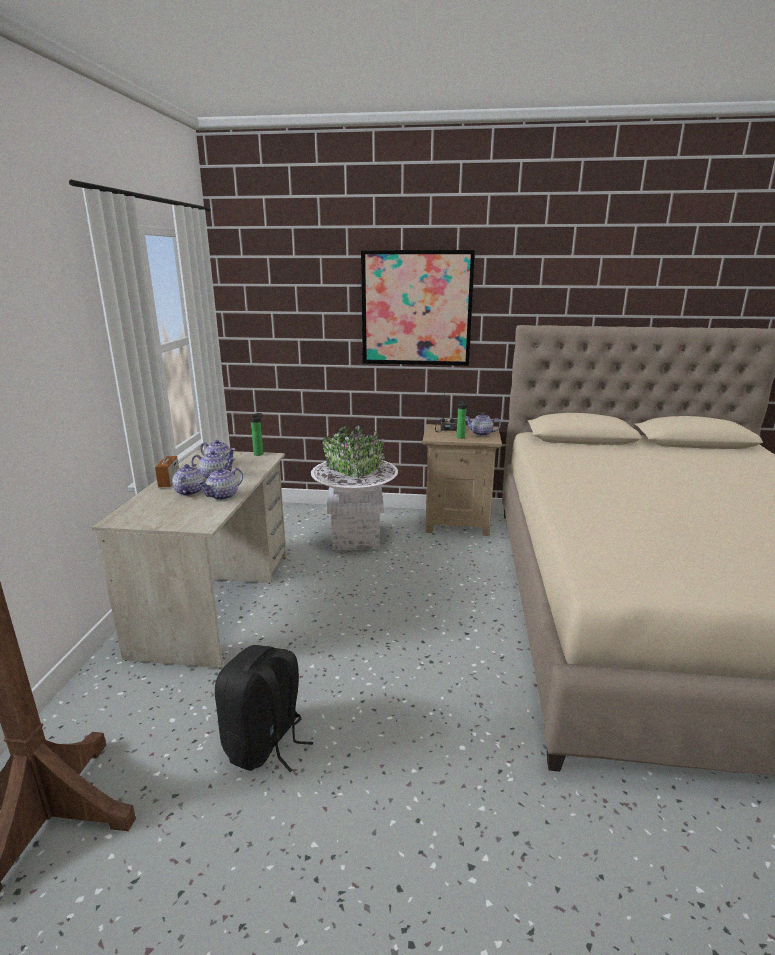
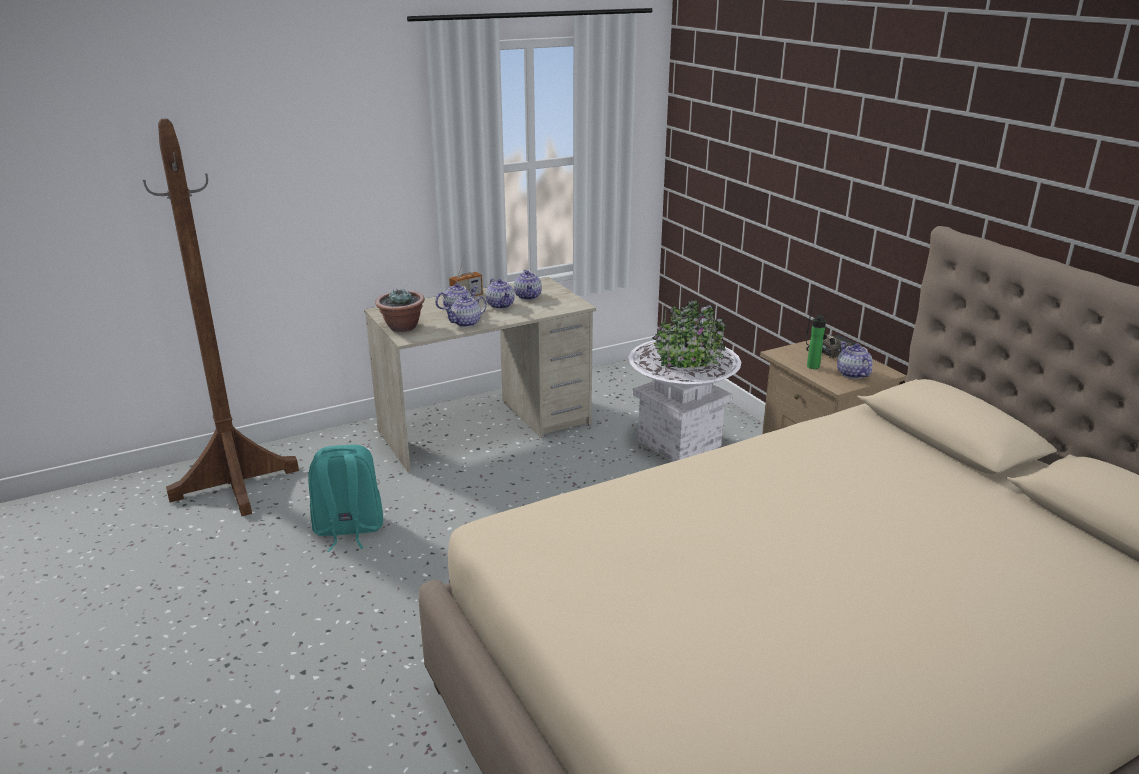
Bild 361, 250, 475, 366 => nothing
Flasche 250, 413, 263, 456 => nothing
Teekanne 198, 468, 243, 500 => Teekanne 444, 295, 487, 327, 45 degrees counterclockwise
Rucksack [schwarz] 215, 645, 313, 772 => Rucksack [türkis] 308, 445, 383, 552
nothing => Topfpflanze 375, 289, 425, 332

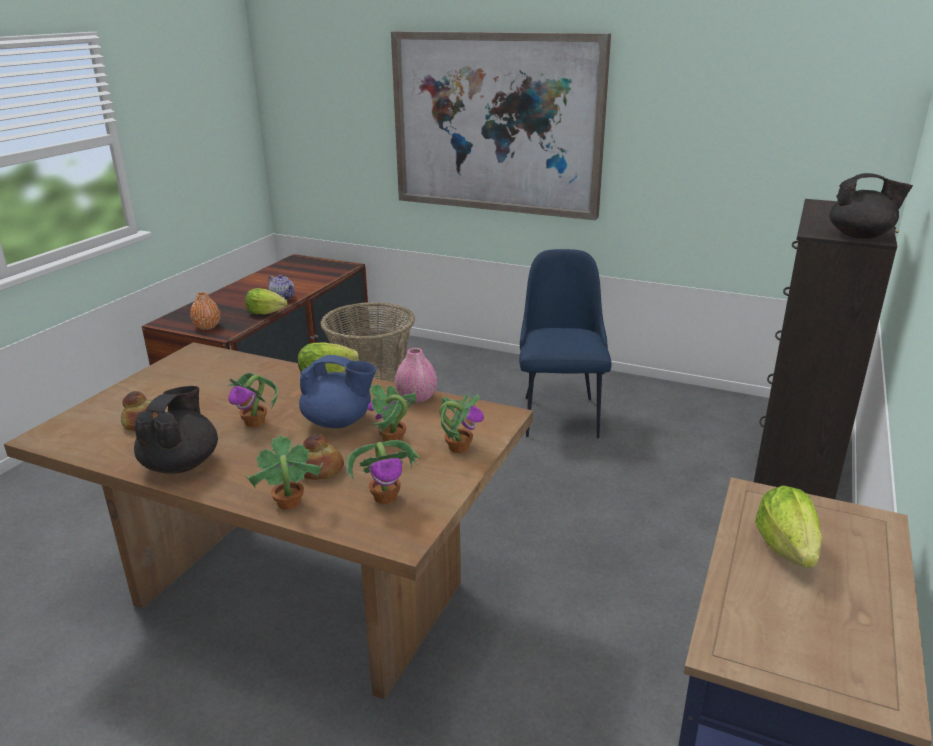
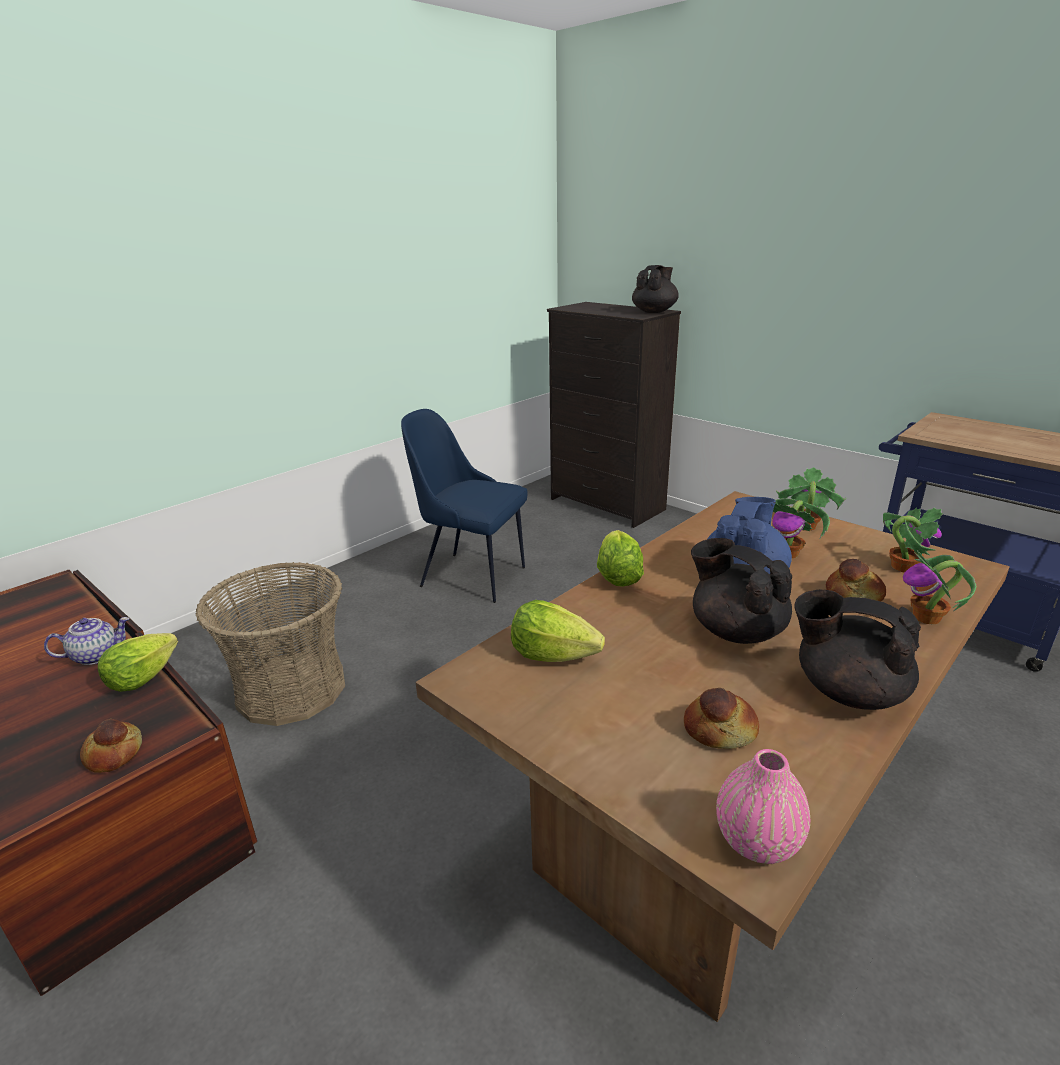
Bild 391, 31, 611, 220 => nothing
Vase [orange] 190, 292, 220, 330 => Brot 80, 719, 142, 773
Vase [rosa] 395, 348, 437, 403 => Vase [rosa] 716, 749, 810, 864, shifted
Topfpflanze 227, 372, 278, 427 => Teekanne [schwarz] 691, 538, 792, 644
Salatkopf 755, 485, 822, 568 => Salatkopf 511, 600, 605, 662, shifted

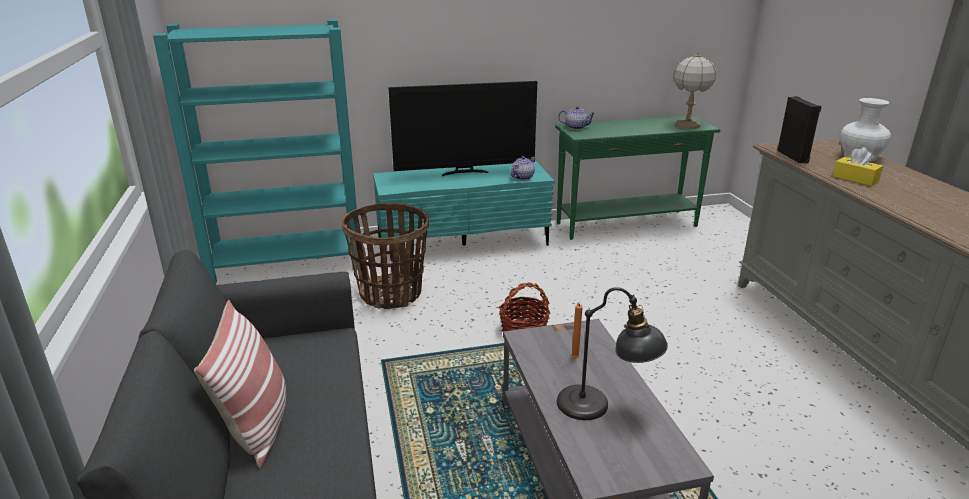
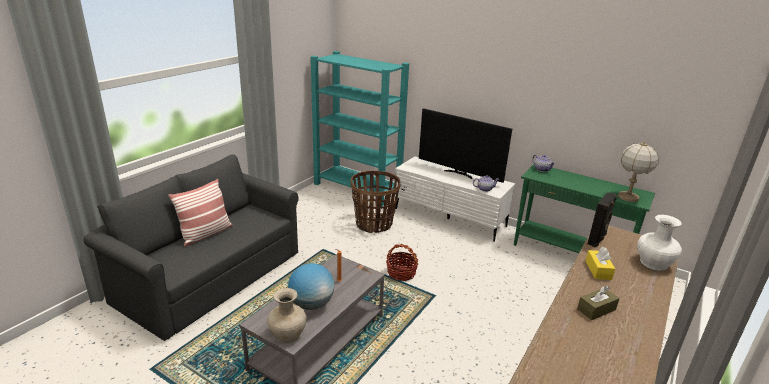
Fernsehschrank [türkis] 373, 161, 554, 250 => Fernsehschrank [weiß] 395, 157, 515, 242
Tischlampe [grau] 557, 287, 668, 420 => Globus 288, 263, 334, 310
nothing => Taschentuchbox [braun] 577, 286, 620, 320
nothing => Vase [beige] 267, 288, 307, 343

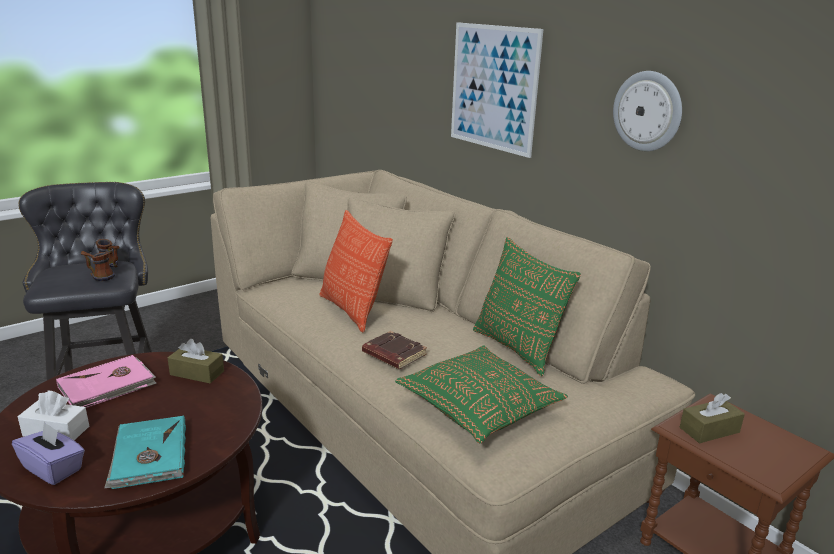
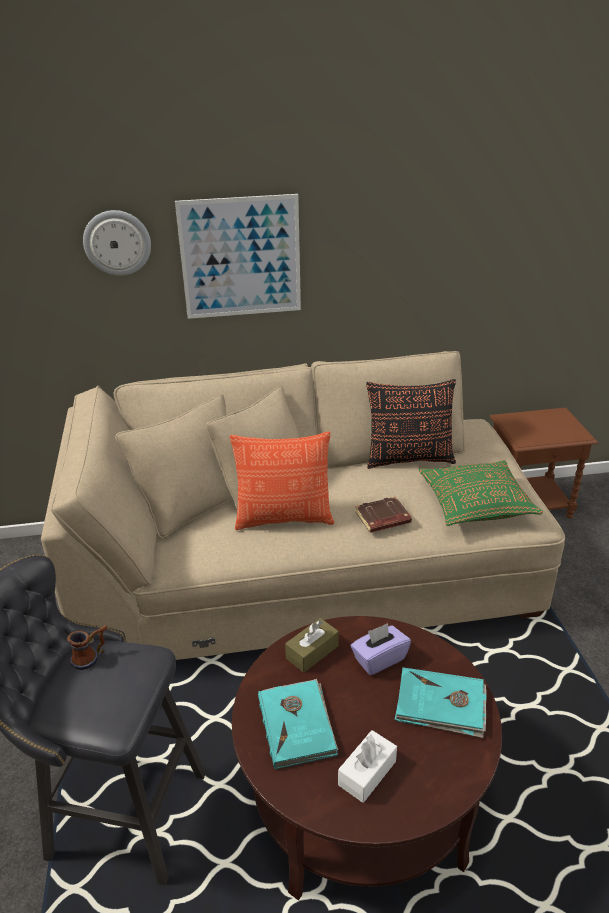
Wanduhr 613, 71, 682, 151 => Wanduhr 83, 210, 151, 276, shifted
Kissen [grün] 473, 237, 581, 376 => Kissen [schwarz] 366, 379, 456, 469
Henkelbecher 81, 251, 115, 281 => nothing
Buch [rosa] 56, 355, 157, 408 => Buch [türkis] 258, 679, 338, 769
Taschentuchbox [braun] 680, 393, 745, 443 => nothing
Taschentuchbox [lila] 12, 421, 85, 485 => Taschentuchbox [lila] 351, 623, 411, 675, shifted

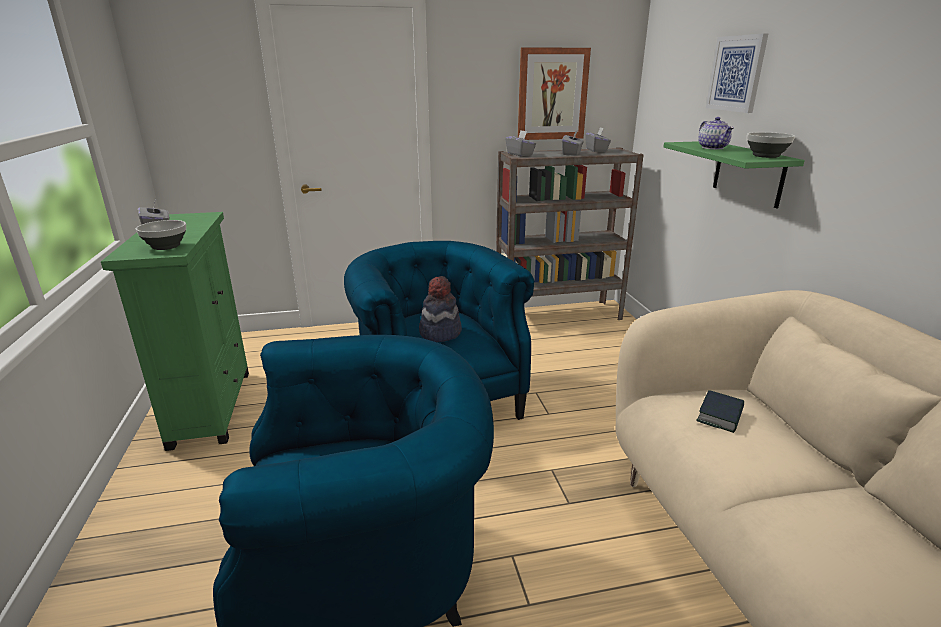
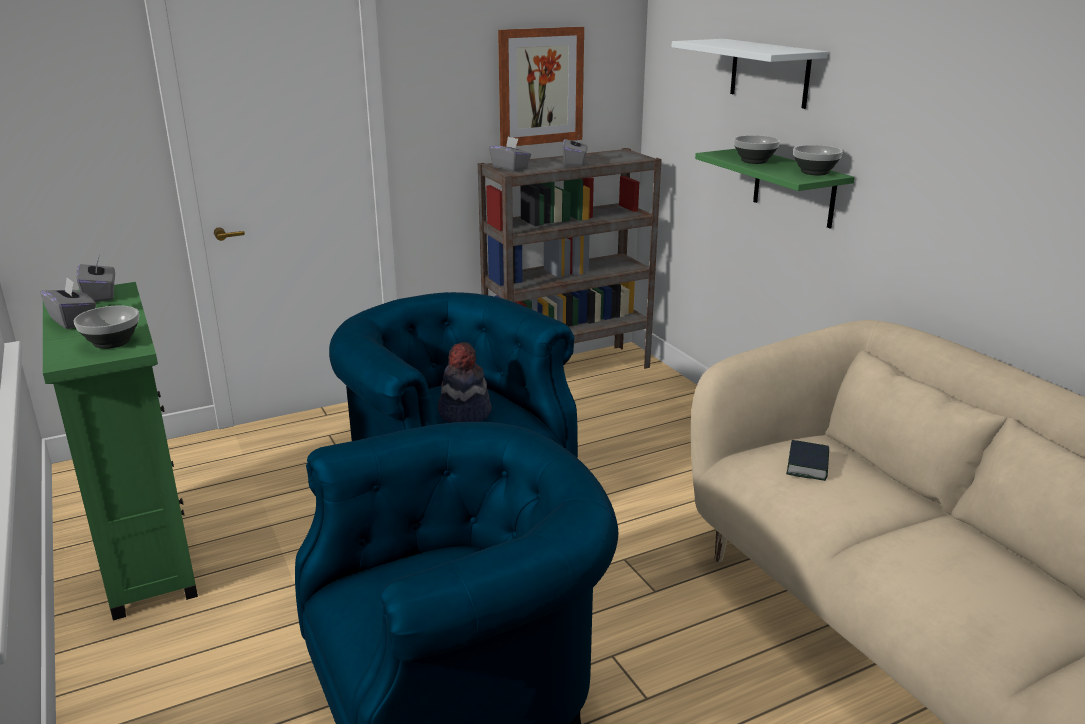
Bild 706, 33, 768, 113 => Wandregal [weiß] 672, 39, 828, 109
Teekanne 698, 117, 734, 149 => Schüssel 734, 135, 780, 164
Taschentuchbox [grau] 585, 127, 611, 152 => Taschentuchbox [grau] 76, 255, 115, 302, shifted

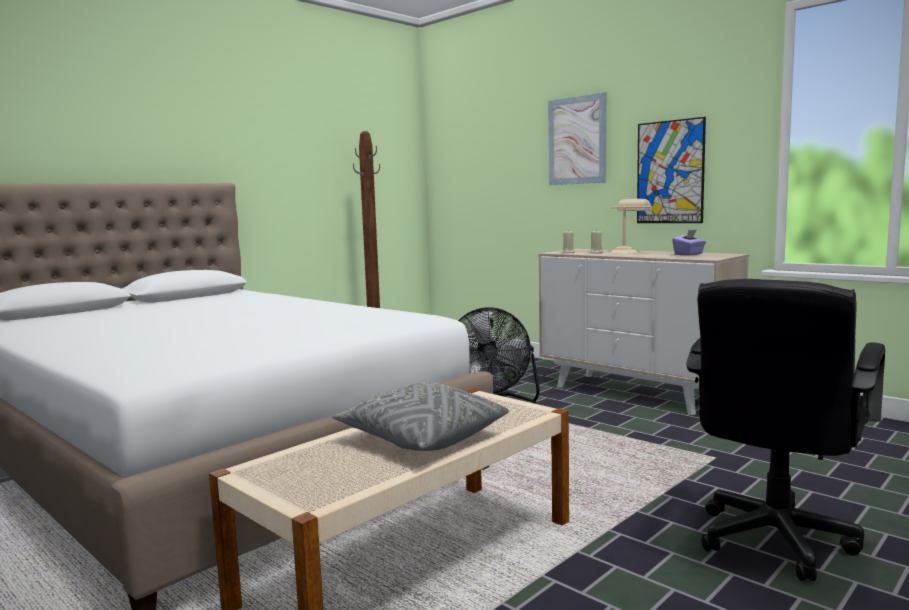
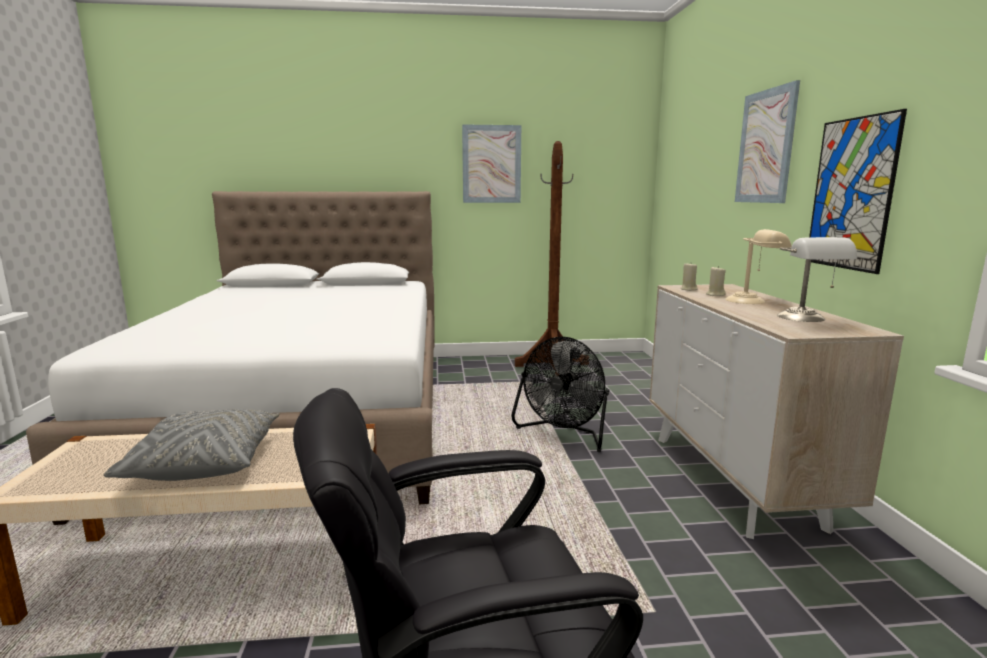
Taschentuchbox [lila] 672, 229, 706, 256 => Tischlampe [weiß] 777, 237, 857, 322
nothing => Bild 462, 124, 521, 203

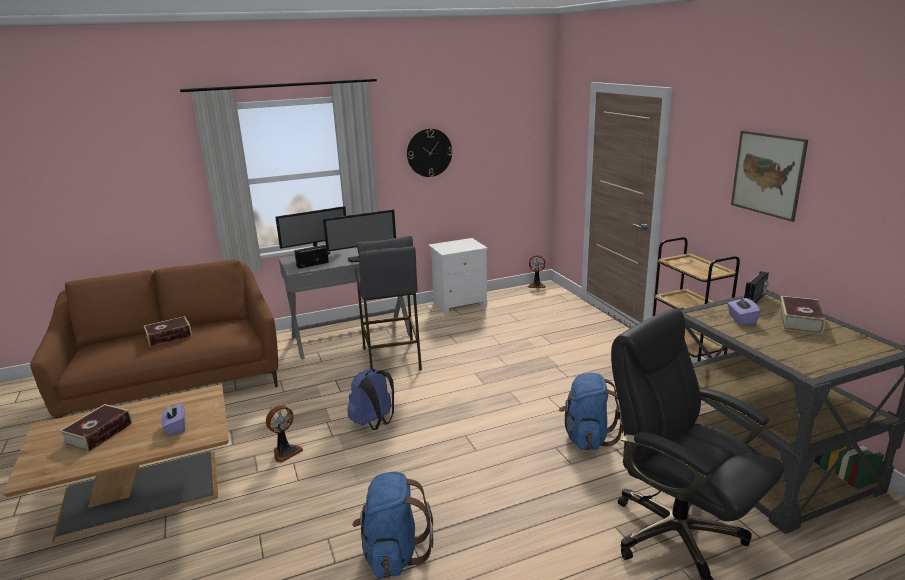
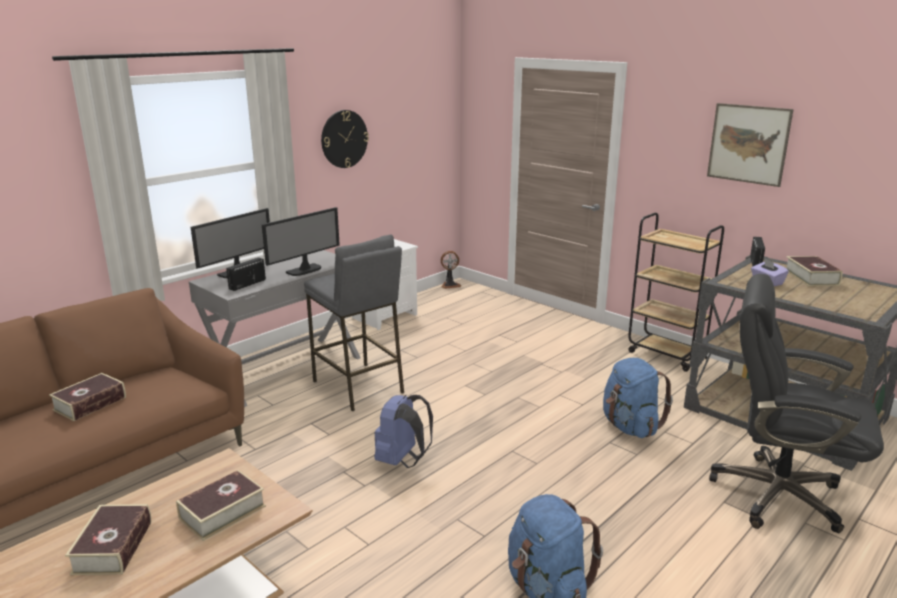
Taschentuchbox [lila] 162, 403, 185, 435 => Buch 176, 470, 266, 541
Ventilator 266, 405, 303, 463 => nothing

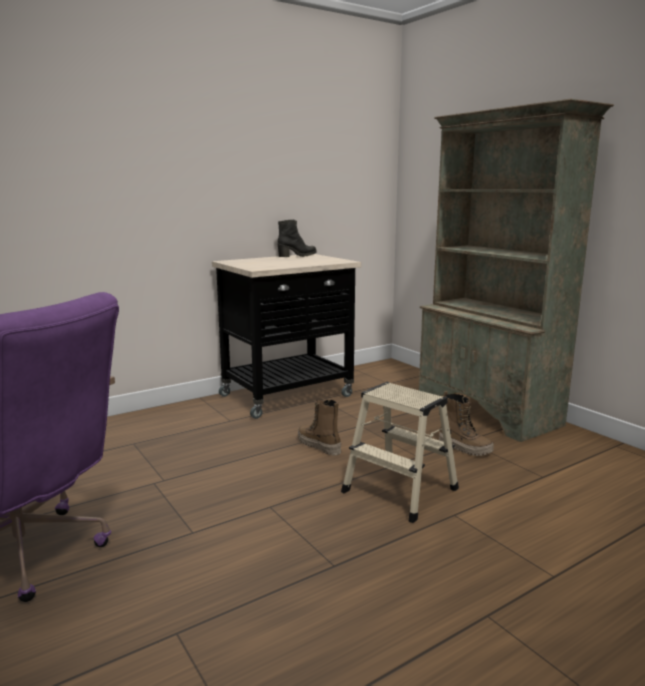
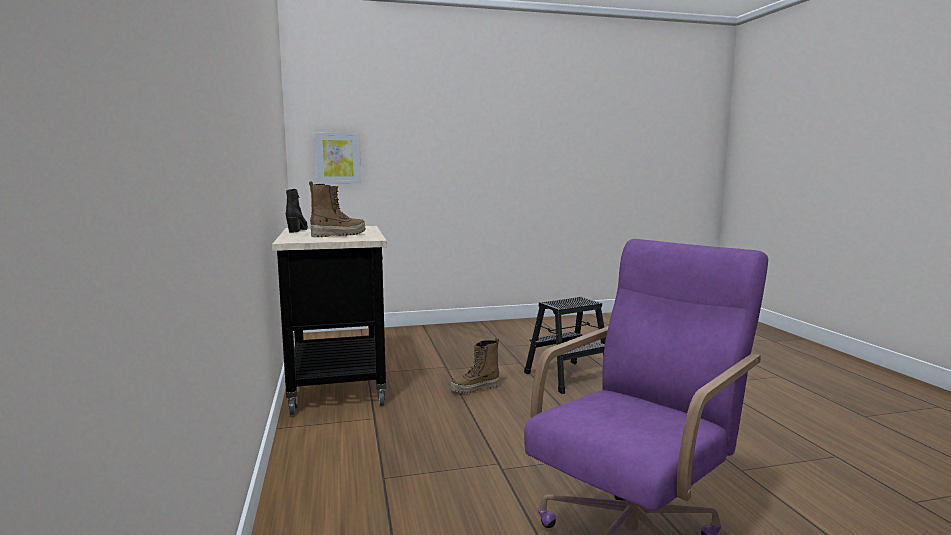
Bücherregal [grün] 419, 99, 614, 442 => nothing
Trittleiter [beige] 341, 382, 459, 523 => Trittleiter [schwarz] 524, 297, 606, 394
Stiefel 439, 391, 493, 456 => Stiefel 309, 181, 366, 237, shifted
nothing => Bild 315, 133, 361, 184

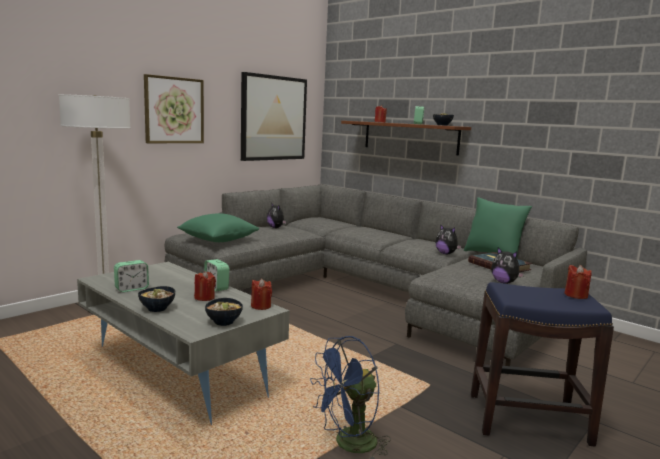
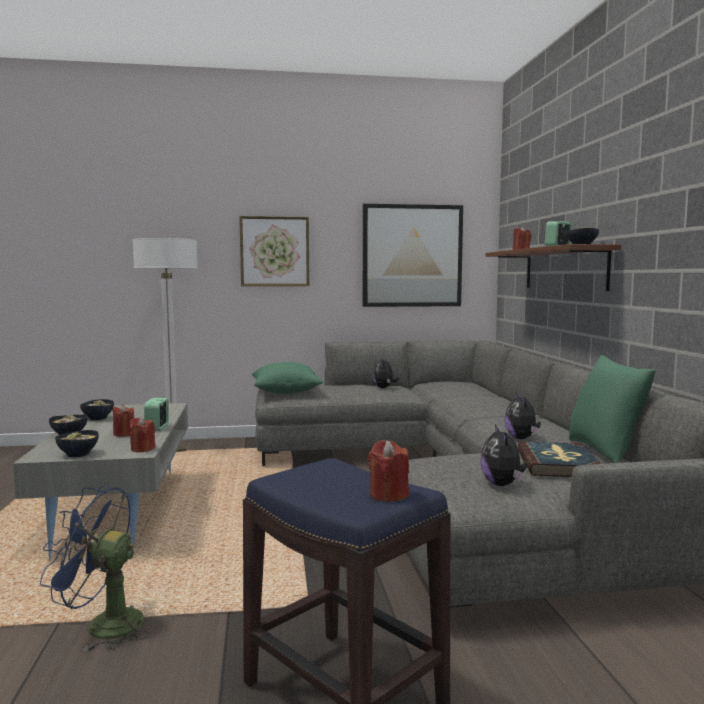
Wecker 114, 260, 149, 292 => Schüssel 80, 399, 114, 420

